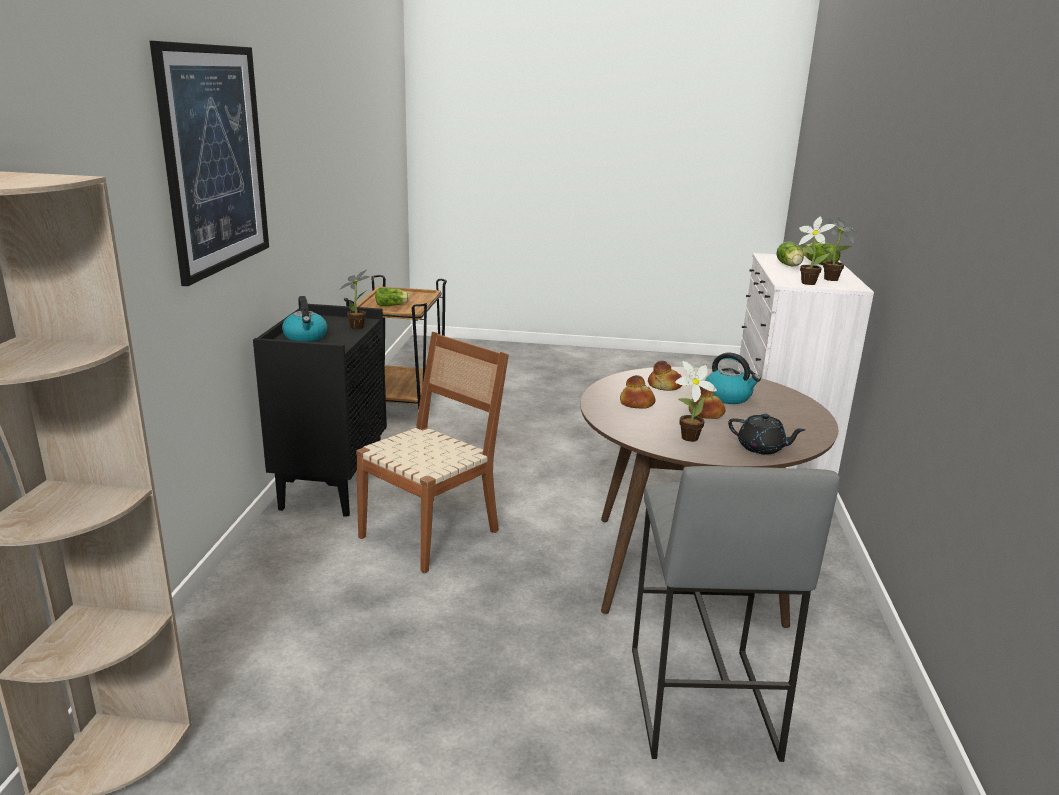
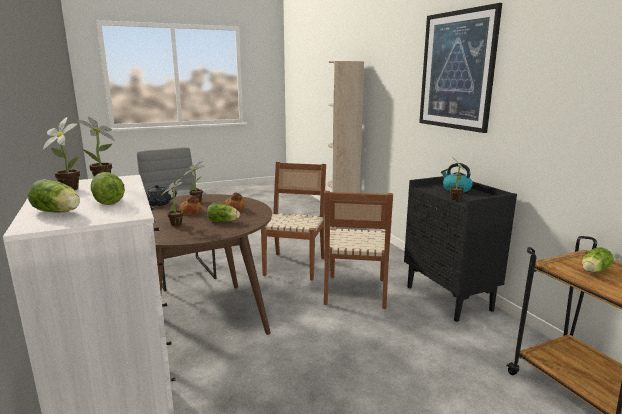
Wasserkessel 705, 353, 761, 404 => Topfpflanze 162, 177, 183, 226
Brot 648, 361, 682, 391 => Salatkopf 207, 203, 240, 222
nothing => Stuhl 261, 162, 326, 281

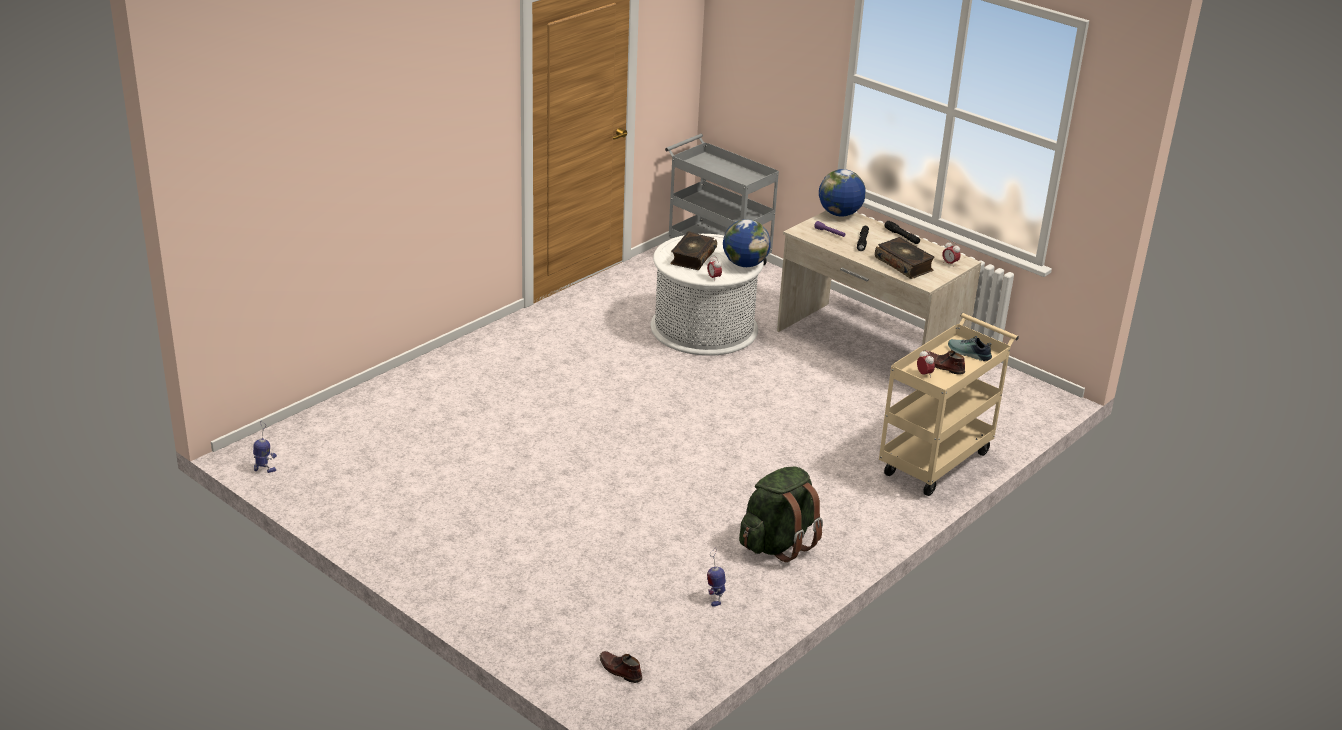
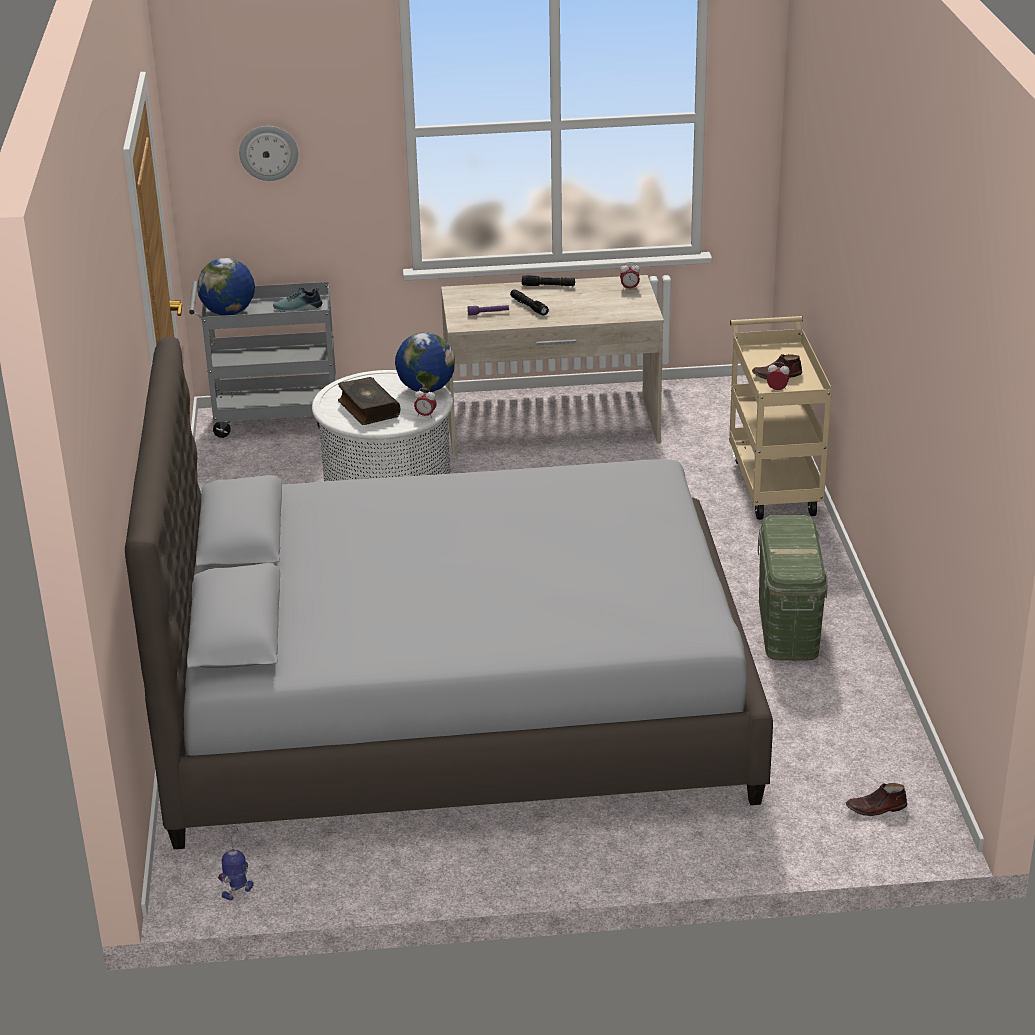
Globus 819, 169, 865, 217 => Globus 197, 258, 255, 315, shifted
Buch 875, 237, 935, 279 => nothing
Schuh 948, 336, 992, 361 => Schuh 273, 287, 322, 312, shifted
Rucksack [grün] 739, 466, 823, 562 => Aufbewahrungsbox [grün] 758, 515, 828, 661
Spielzeugroboter 707, 548, 726, 607 => nothing
nothing => Wanduhr 239, 126, 298, 181
nothing => Bett [grau] 125, 336, 773, 849

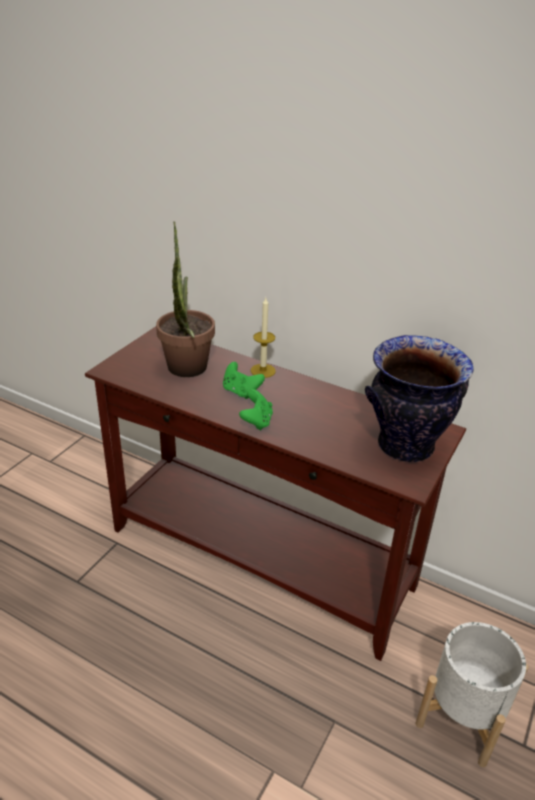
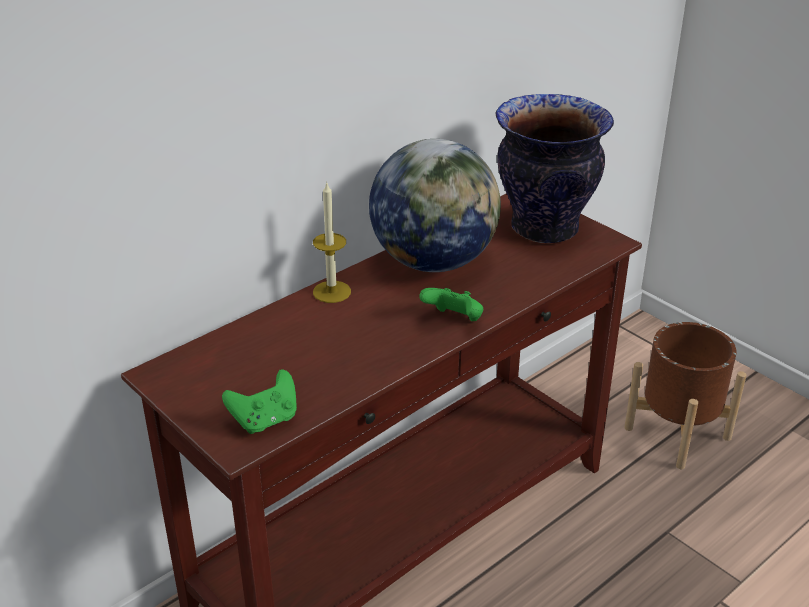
Topfpflanze 156, 221, 215, 377 => nothing
Gamepad [grün] 223, 362, 265, 399 => Gamepad [grün] 222, 369, 297, 434, shifted
Pflanzkübel [weiß] 416, 622, 528, 767 => Pflanzkübel [braun] 624, 322, 747, 469
nothing => Globus 369, 139, 501, 272

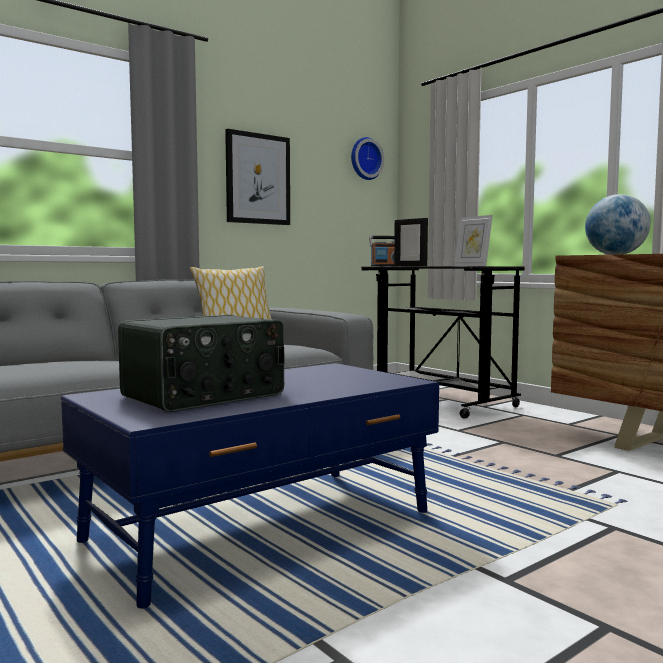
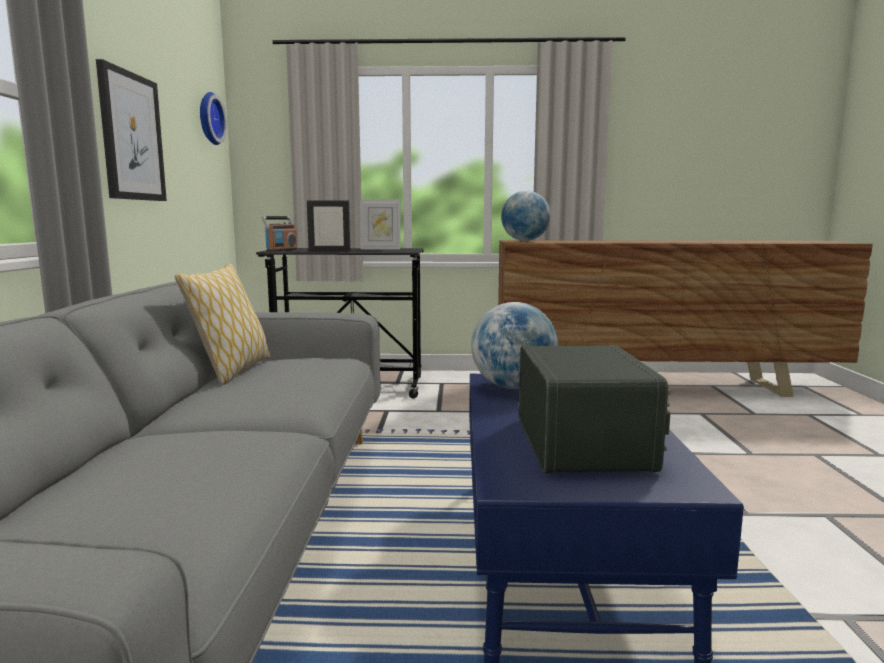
nothing => Globus 471, 302, 558, 389

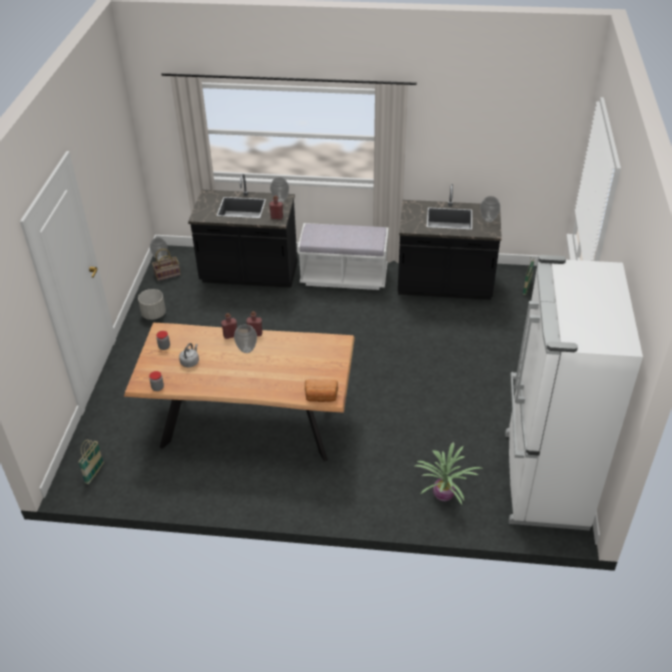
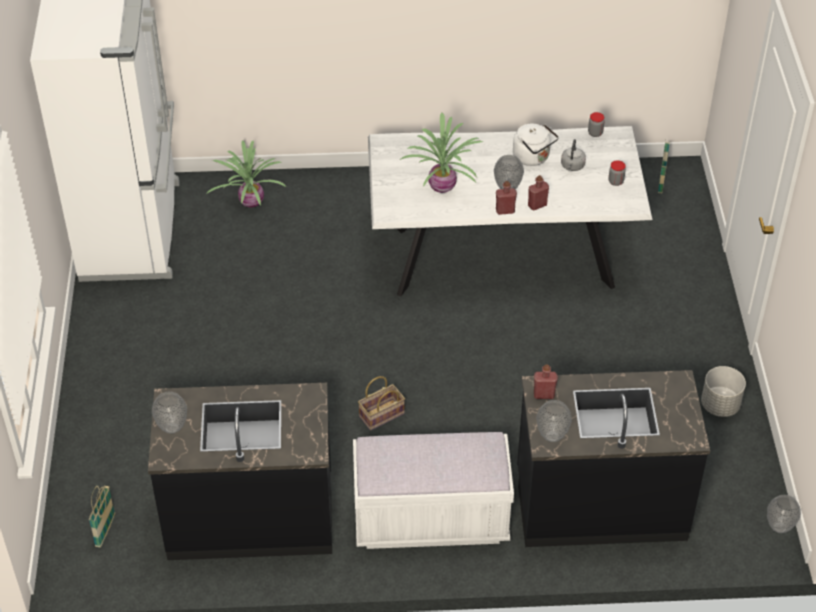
Korb 152, 249, 181, 281 => Korb 358, 376, 405, 431, shifted
Esstisch [braun] 124, 323, 355, 462 => Esstisch [weiß] 368, 126, 653, 296
Brot 305, 380, 338, 402 => nothing
nothing => Topfpflanze 400, 113, 484, 193
nothing => Wasserkessel [weiß] 513, 124, 559, 166

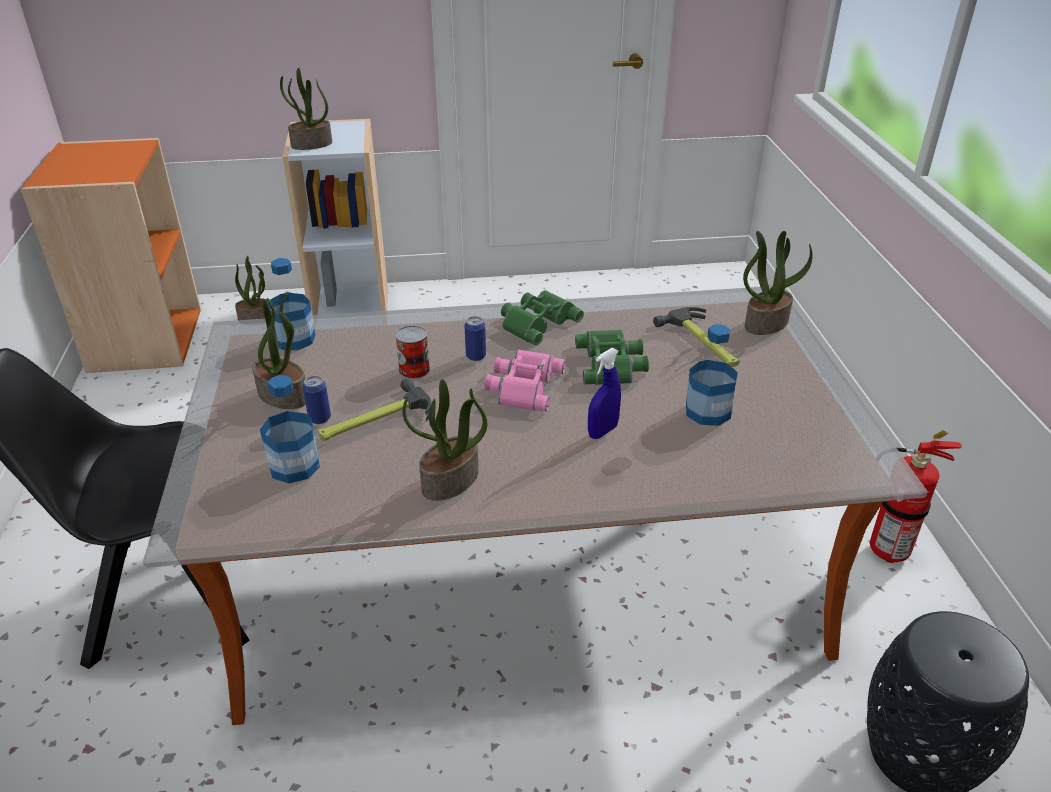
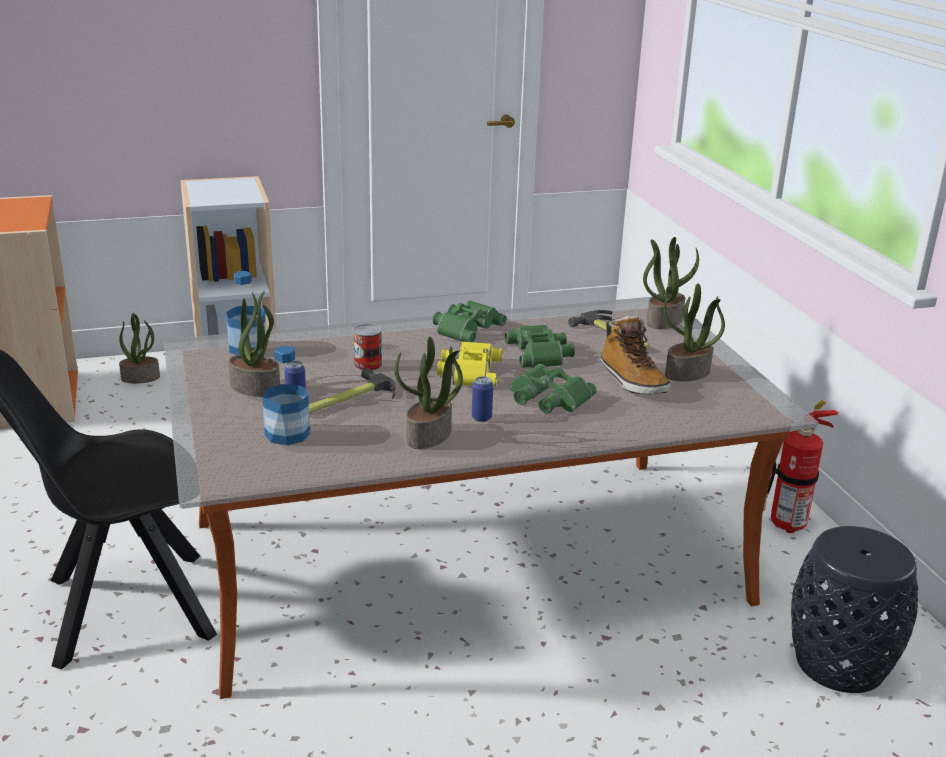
Topfpflanze 280, 68, 332, 150 => Topfpflanze 664, 283, 725, 382, shifted
Dose 465, 316, 486, 361 => Dose 472, 376, 493, 422, shifted
Flasche 686, 324, 738, 426 => Stiefel 600, 315, 671, 394
Sprühflasche [blau] 588, 348, 621, 439 => Fernglas [grün] 510, 364, 597, 413
Fernglas [rosa] 484, 349, 566, 411 => Fernglas [gelb] 437, 341, 503, 387

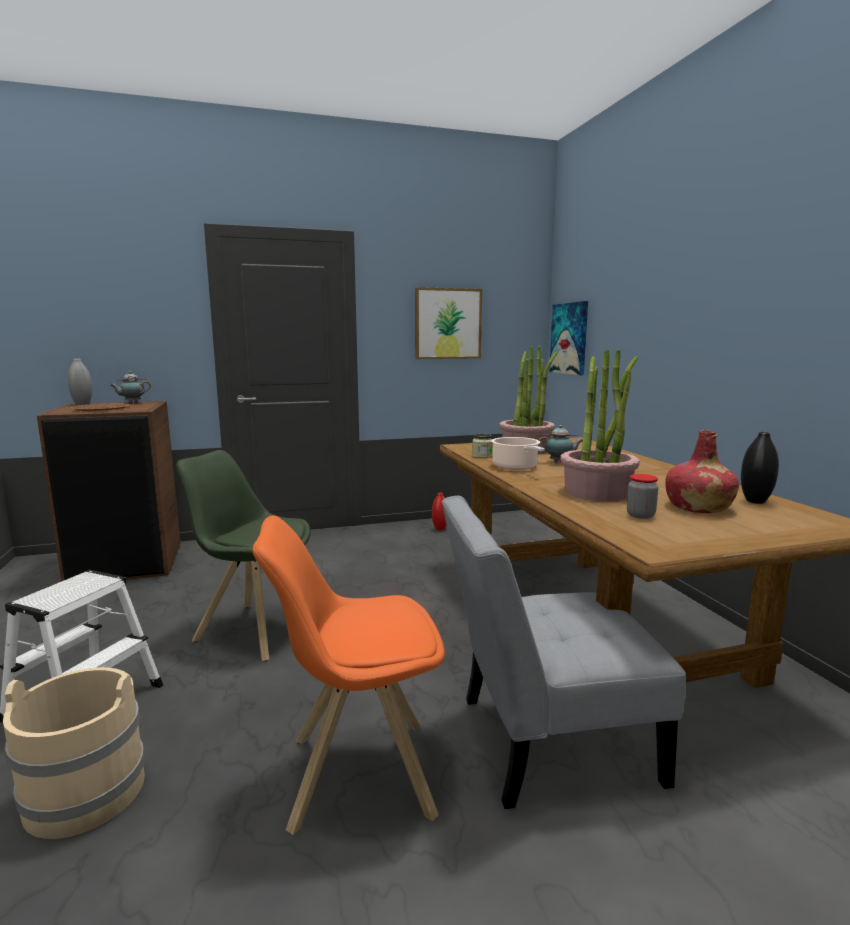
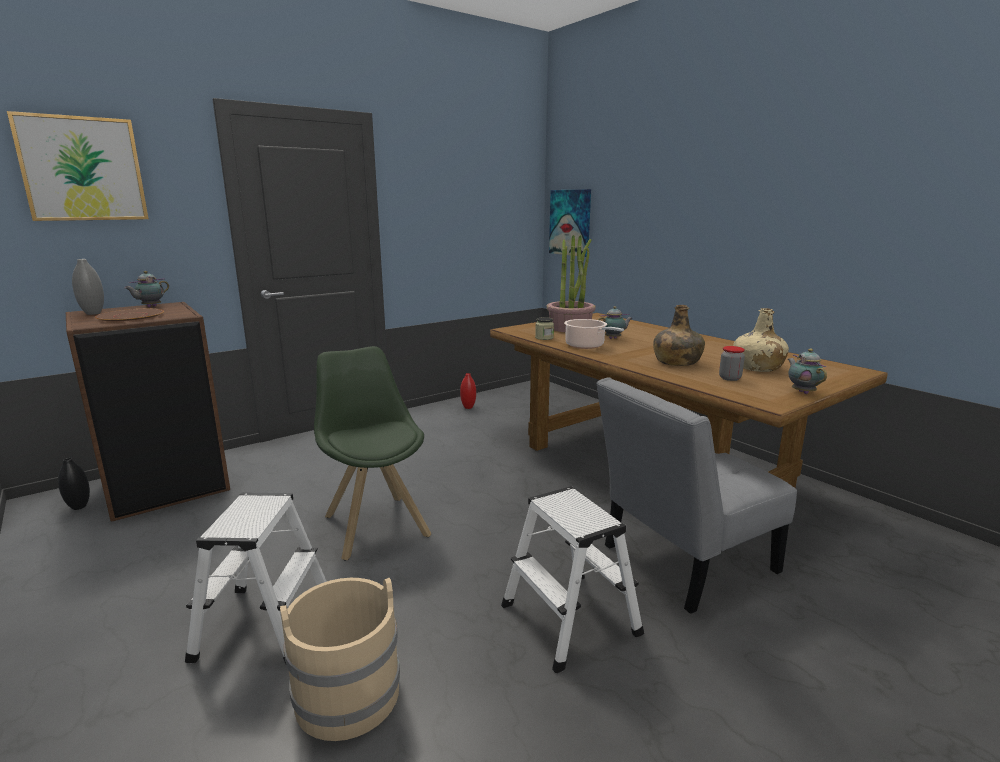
Bild 415, 287, 482, 359 => Bild 7, 111, 149, 221, shifted
Topfpflanze 560, 349, 640, 501 => Flasche [grün] 653, 305, 705, 366
Flasche [rot] 666, 430, 739, 513 => Flasche [beige] 733, 308, 789, 372
Vase [schwarz] 741, 432, 779, 504 => Vase [schwarz] 58, 458, 90, 510, shifted
Stuhl [grün] 176, 450, 311, 661 => Stuhl [grün] 314, 346, 432, 561, 60 degrees clockwise
Stuhl [orange] 253, 515, 445, 835 => Trittleiter [weiß] 501, 486, 644, 673
nothing => Teekanne 788, 349, 827, 394

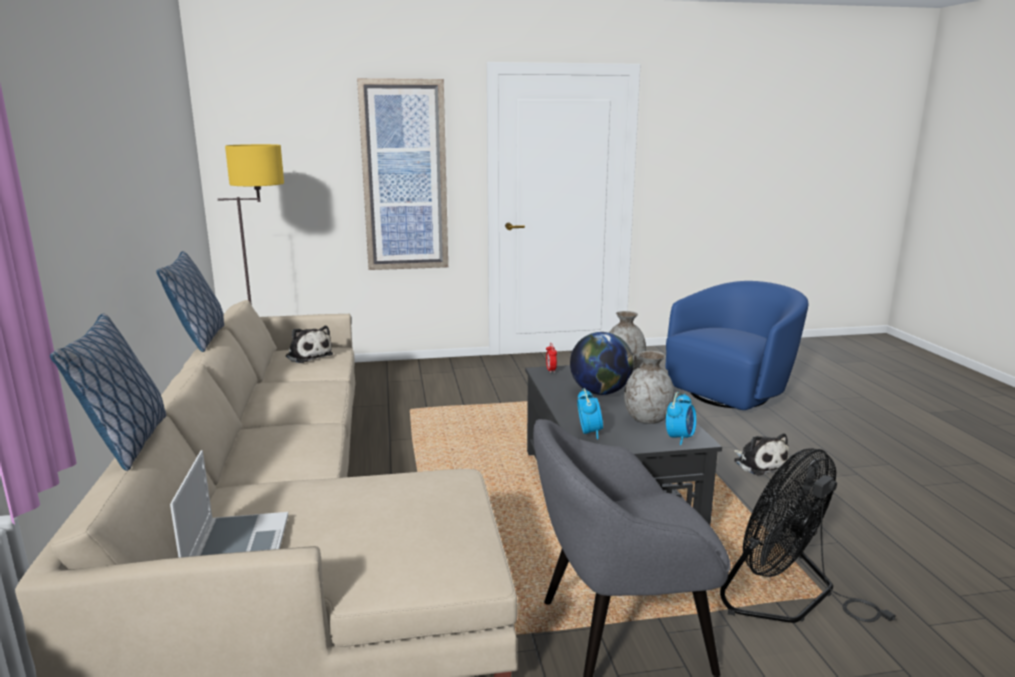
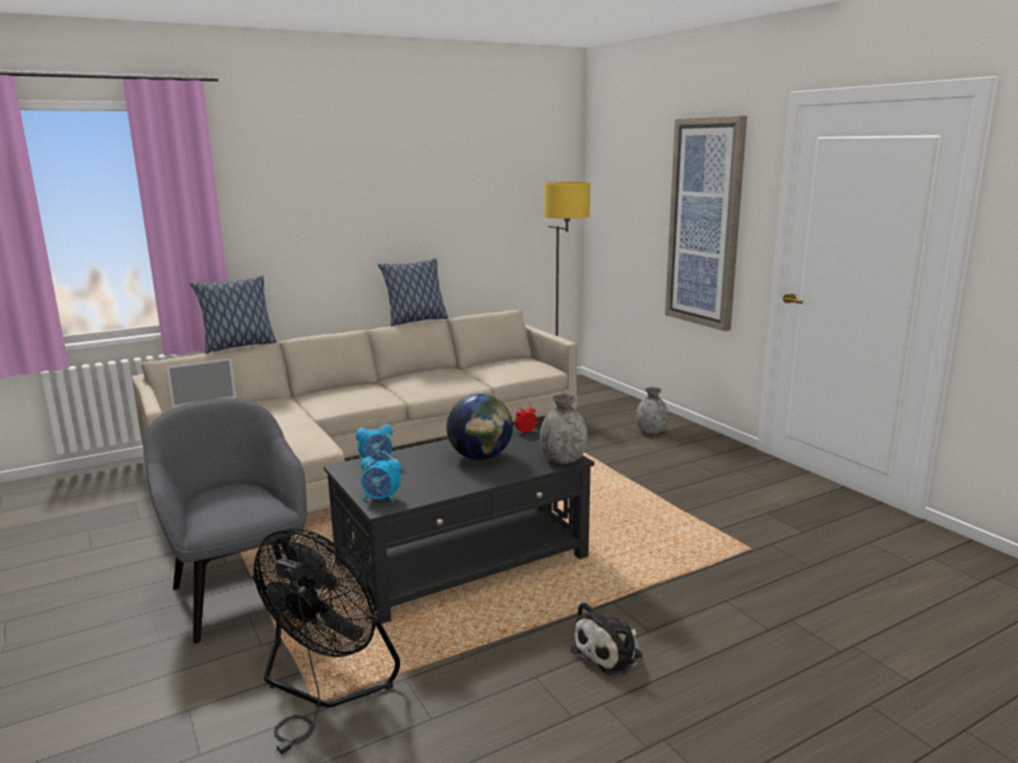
Sessel [blau] 666, 281, 808, 410 => nothing
Plüschtier 286, 326, 333, 363 => nothing
Vase [grau] 624, 351, 675, 424 => Vase [grau] 636, 387, 669, 434, shifted

